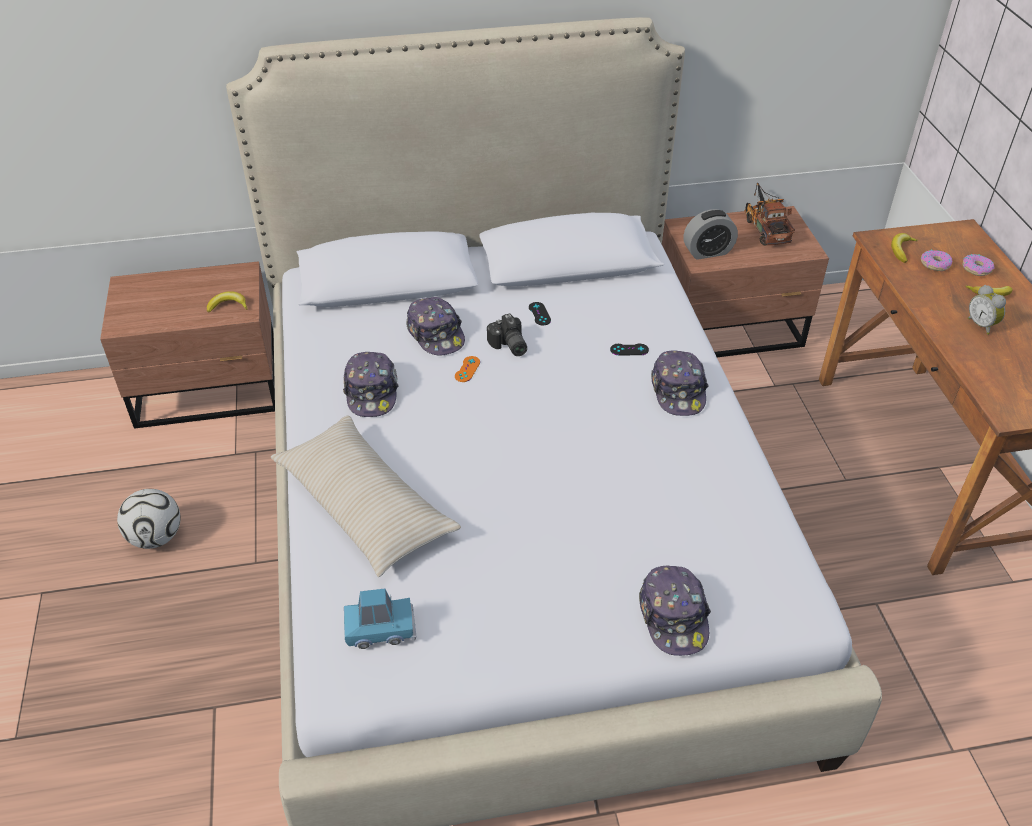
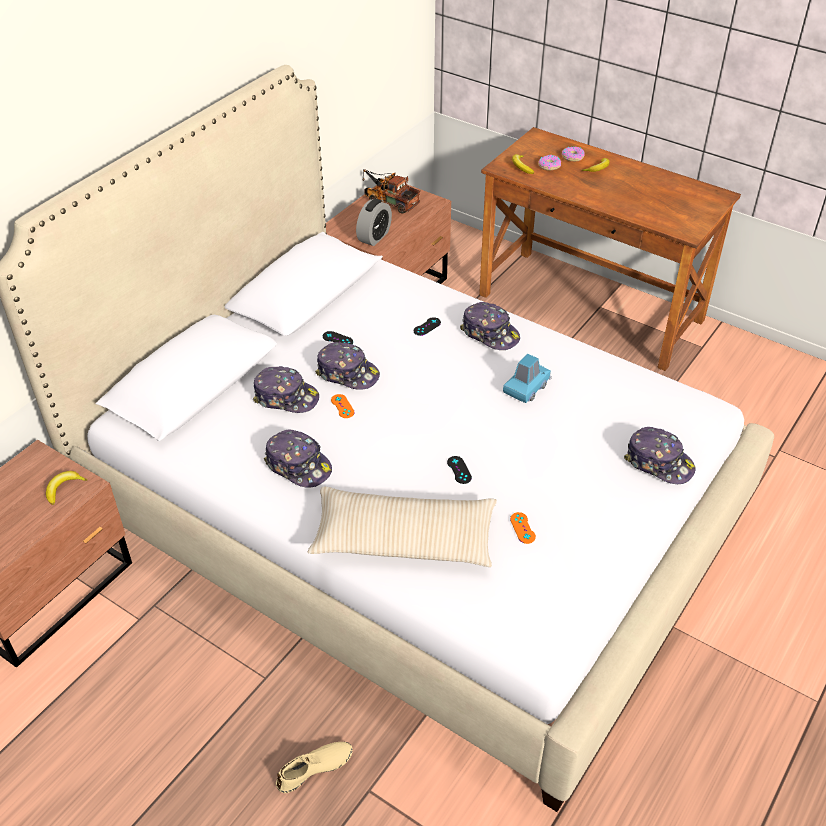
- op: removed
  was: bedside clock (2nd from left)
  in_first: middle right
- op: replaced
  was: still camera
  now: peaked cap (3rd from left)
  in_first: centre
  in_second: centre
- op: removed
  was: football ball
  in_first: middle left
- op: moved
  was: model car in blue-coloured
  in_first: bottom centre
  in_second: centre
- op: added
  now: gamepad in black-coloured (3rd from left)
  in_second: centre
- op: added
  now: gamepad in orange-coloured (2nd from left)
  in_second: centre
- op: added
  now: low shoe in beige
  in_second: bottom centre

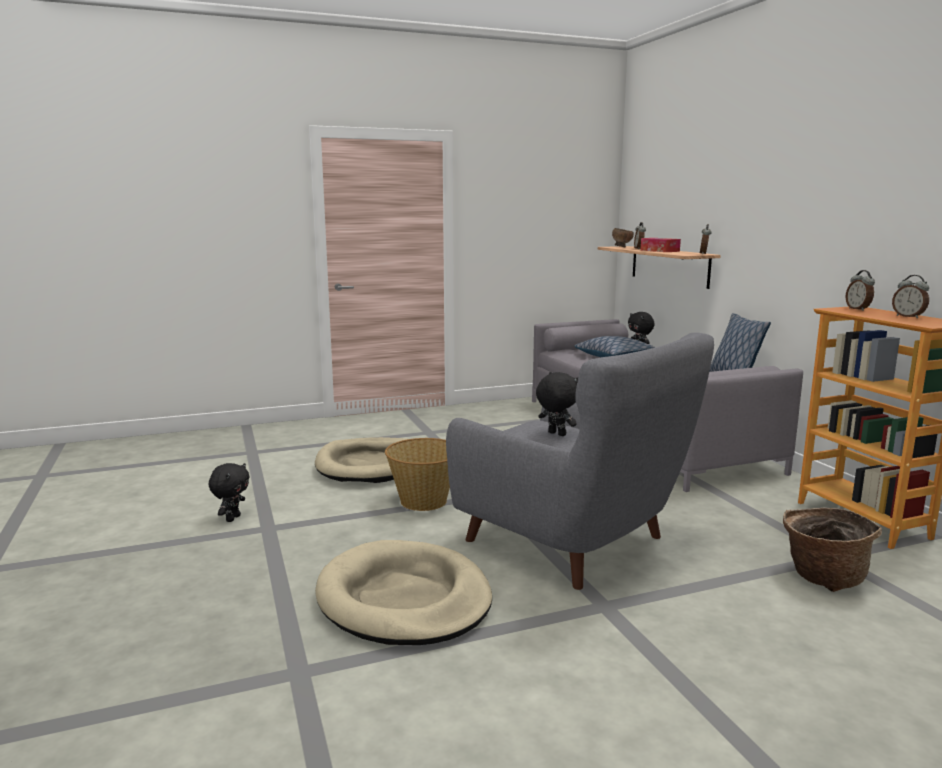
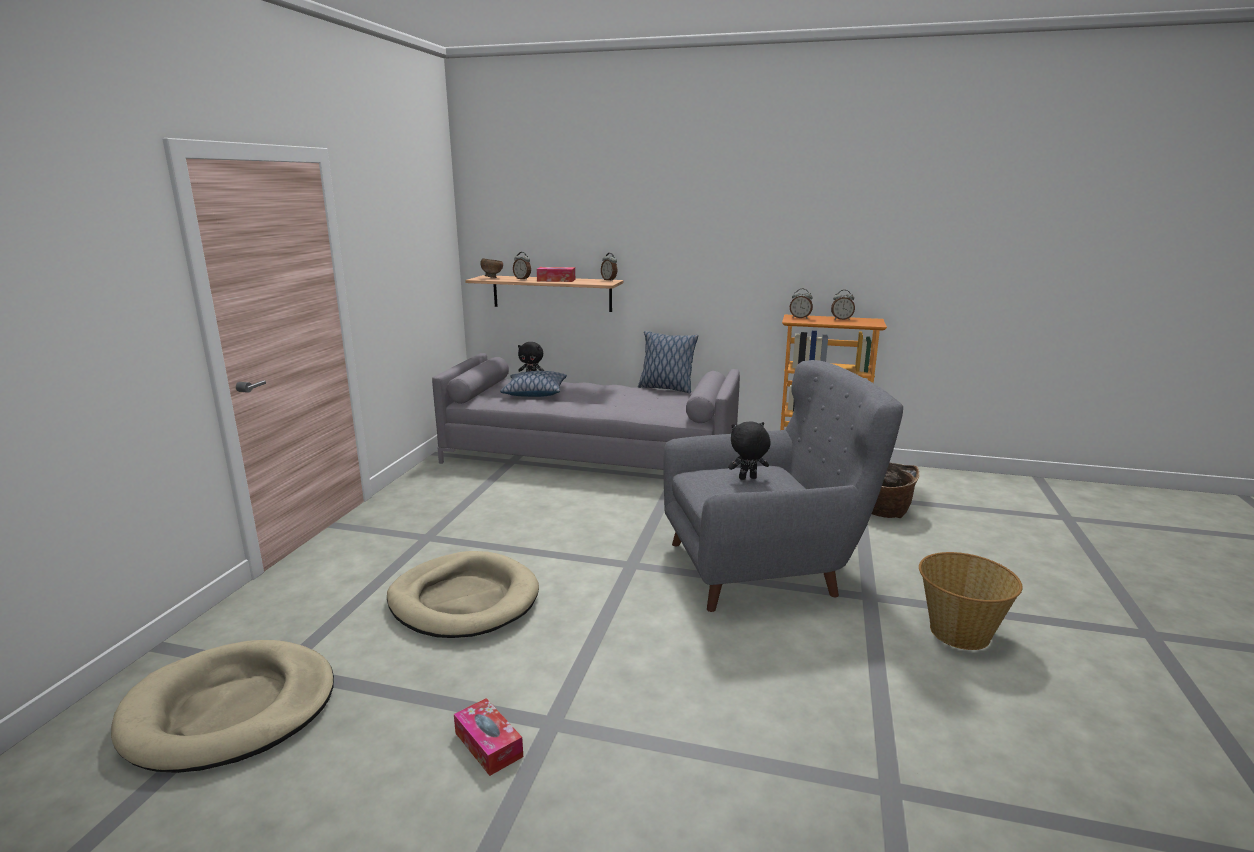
- op: moved
  was: basket (1st from left in the first image)
  now: basket (2nd from left)
  in_first: centre
  in_second: bottom right
- op: replaced
  was: cuddly toy in black-coloured (1st from left)
  now: box of tissues (1st from left)
  in_first: middle left
  in_second: bottom centre
- op: moved
  was: dog bed in beige (2nd from left in the first image)
  now: dog bed in beige (1st from left)
  in_first: bottom centre
  in_second: bottom left

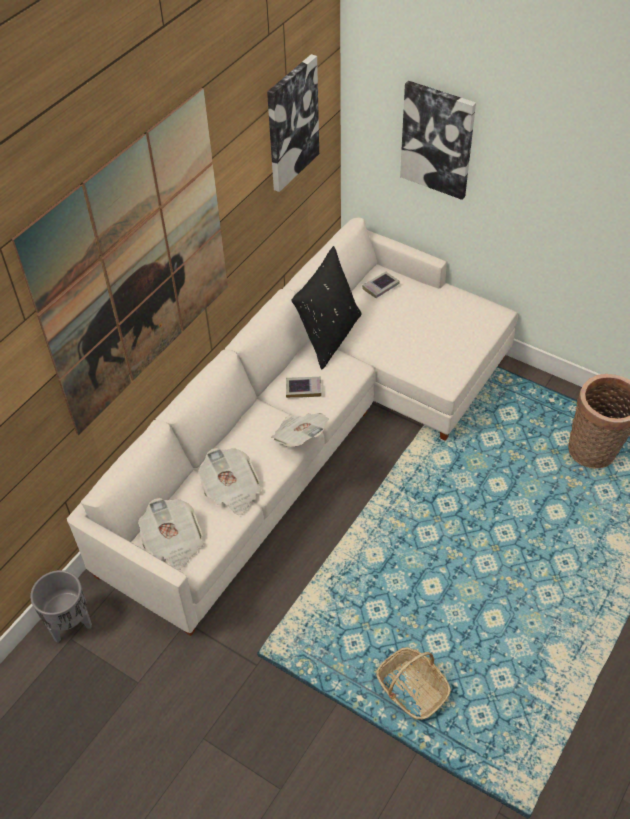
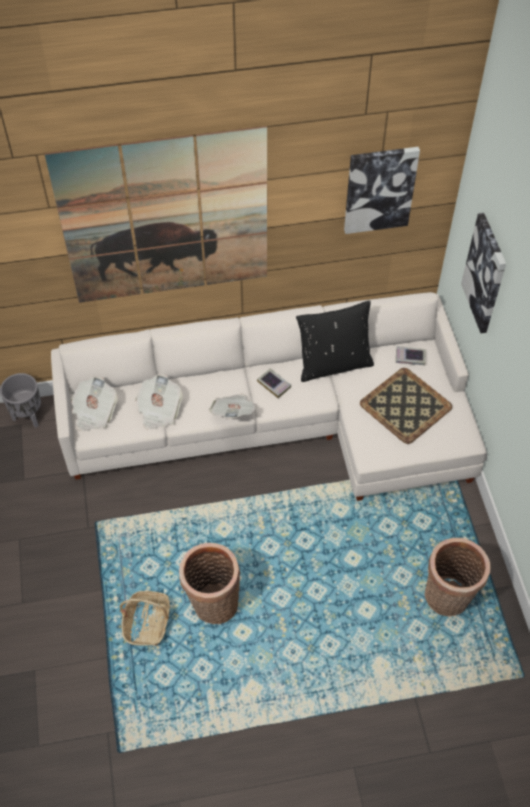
- op: added
  now: carrying tray
  in_second: middle right
- op: added
  now: basket (2nd from left)
  in_second: bottom centre

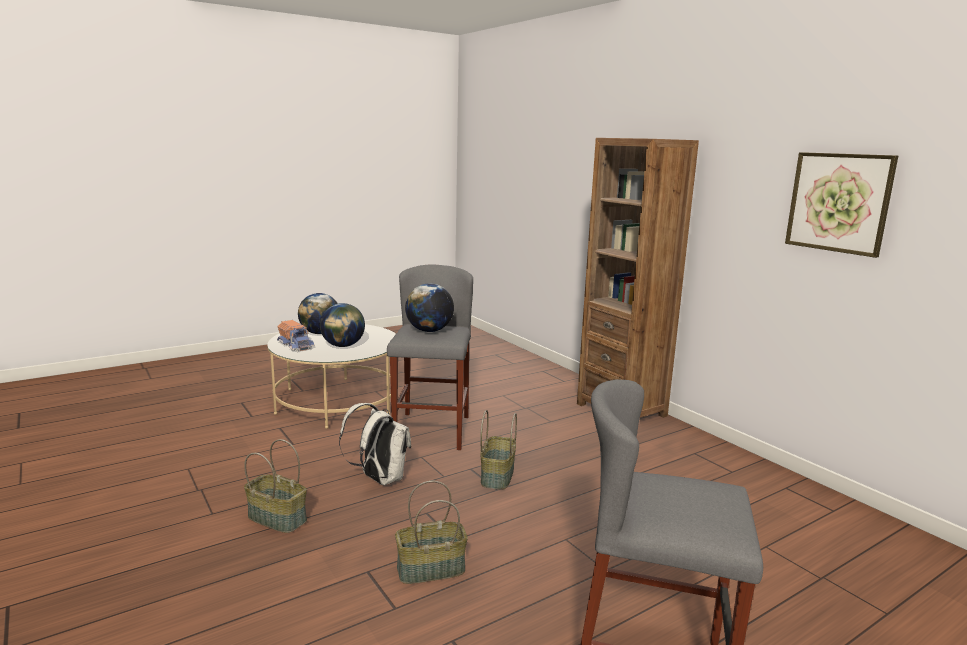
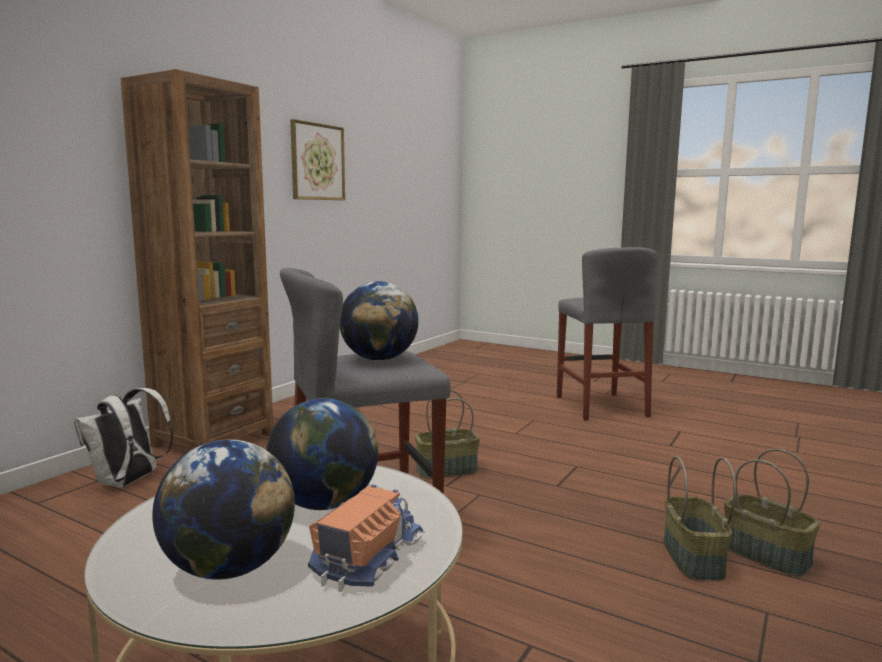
- op: moved
  was: backpack in white-coloured
  in_first: bottom centre
  in_second: middle left
- op: moved
  was: basket (2nd from left in the first image)
  now: basket (3rd from left)
  in_first: bottom centre
  in_second: bottom right

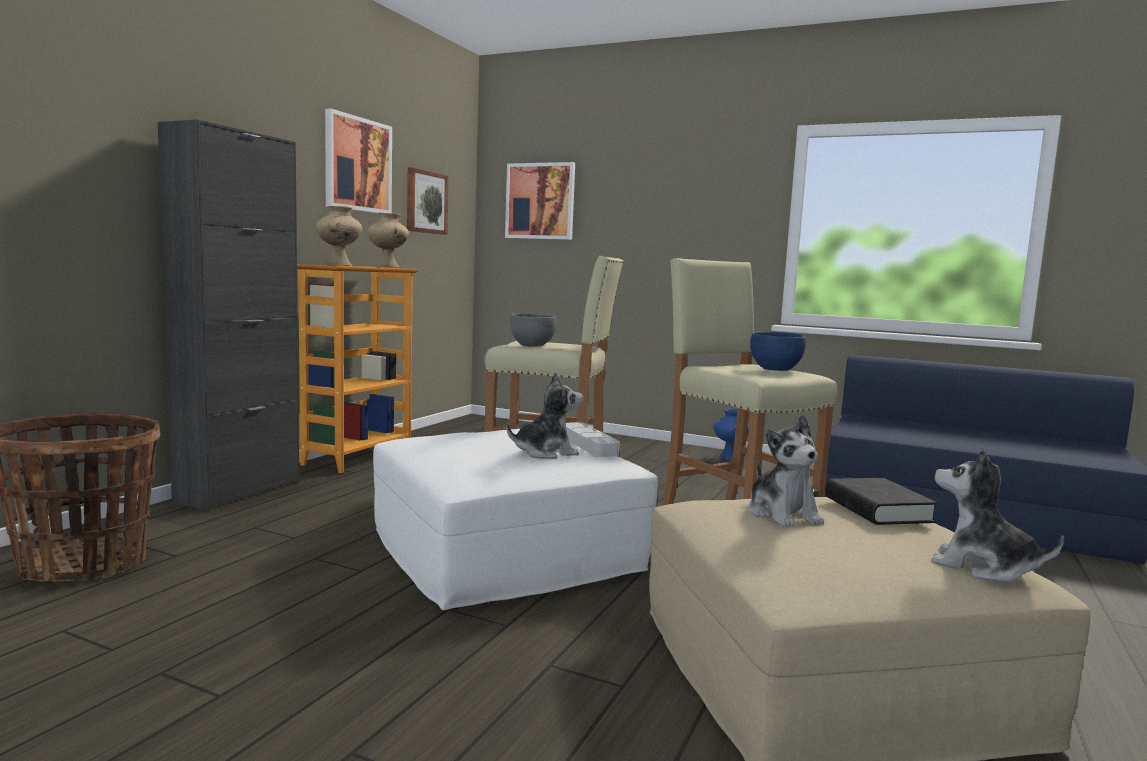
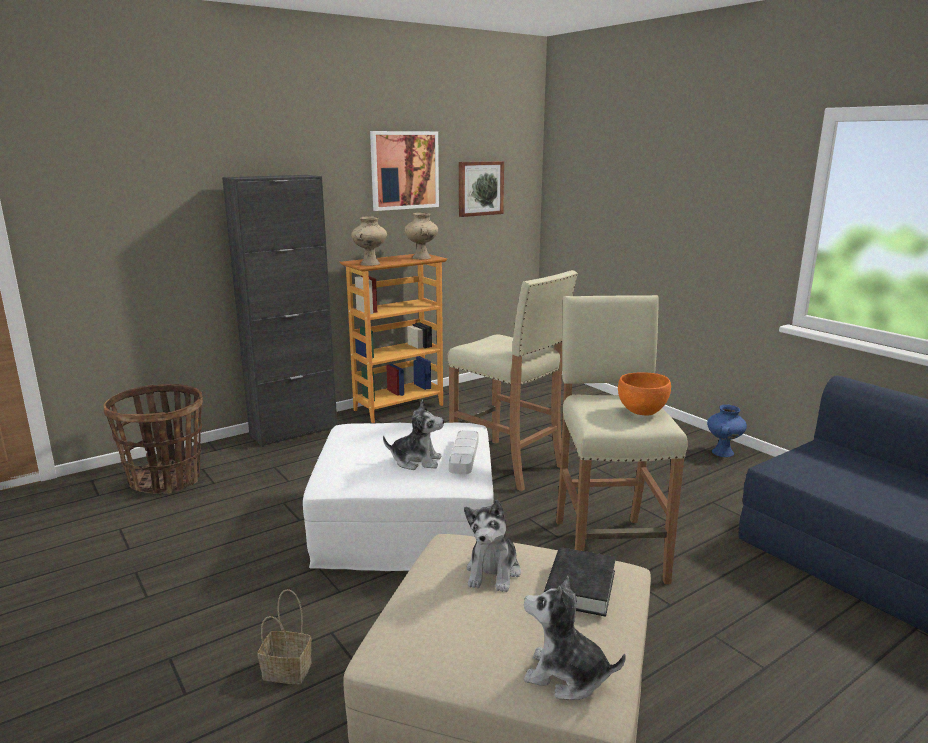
- op: removed
  was: wall art (3rd from left)
  in_first: top centre
- op: removed
  was: serving bowl in greyish
  in_first: centre
- op: recoloured
  was: serving bowl in blue-coloured
  now: serving bowl in orange-coloured
  in_first: middle right
  in_second: middle right
- op: turned
  was: cuddly toy (3rd from left)
  in_first: bottom right
  in_second: bottom centre
  clockwise: -45
- op: added
  now: basket (2nd from left)
  in_second: bottom left

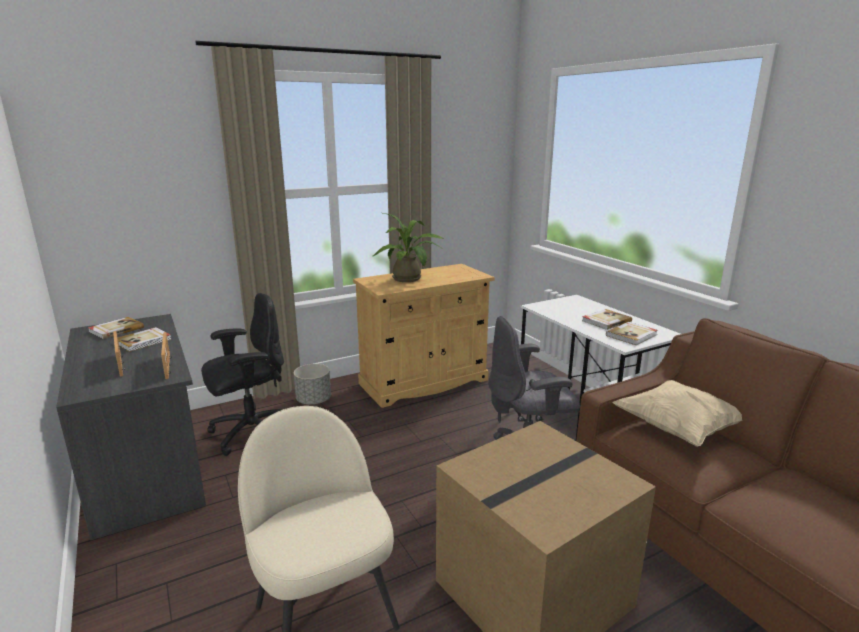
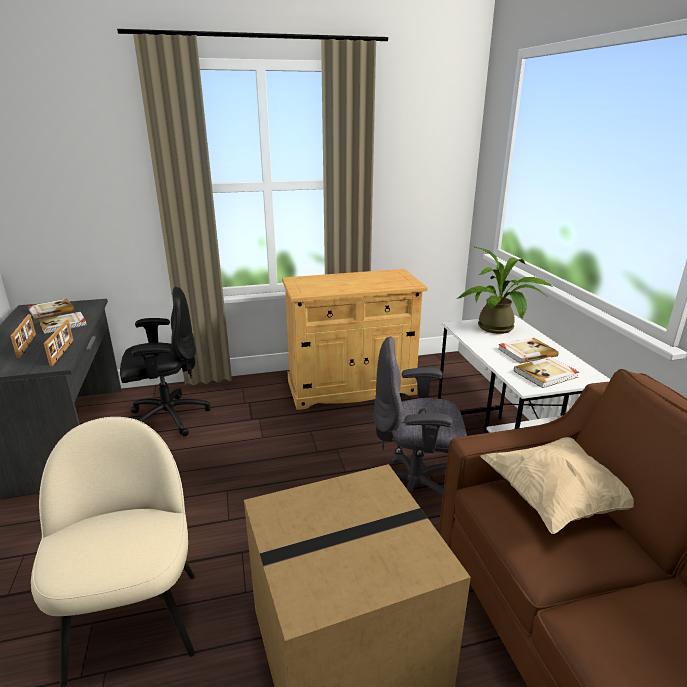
- op: moved
  was: houseplant
  in_first: centre
  in_second: middle right
- op: removed
  was: planter in greyish
  in_first: centre

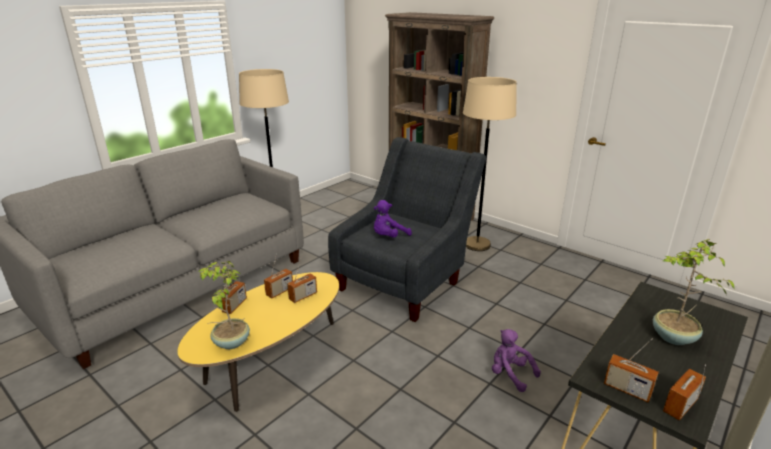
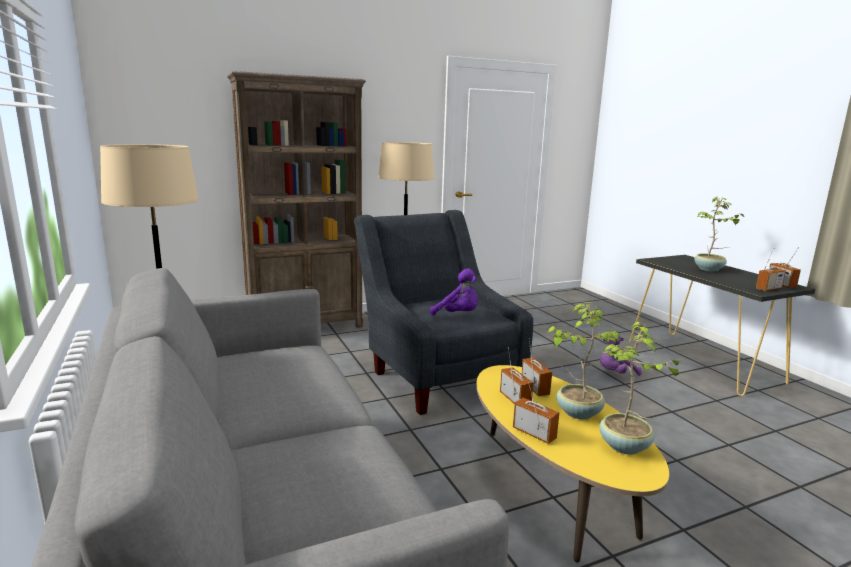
- op: turned
  was: cuddly toy in purplish (1st from left)
  in_first: centre
  in_second: centre
  clockwise: -45
- op: added
  now: houseplant (1st from left)
  in_second: middle right

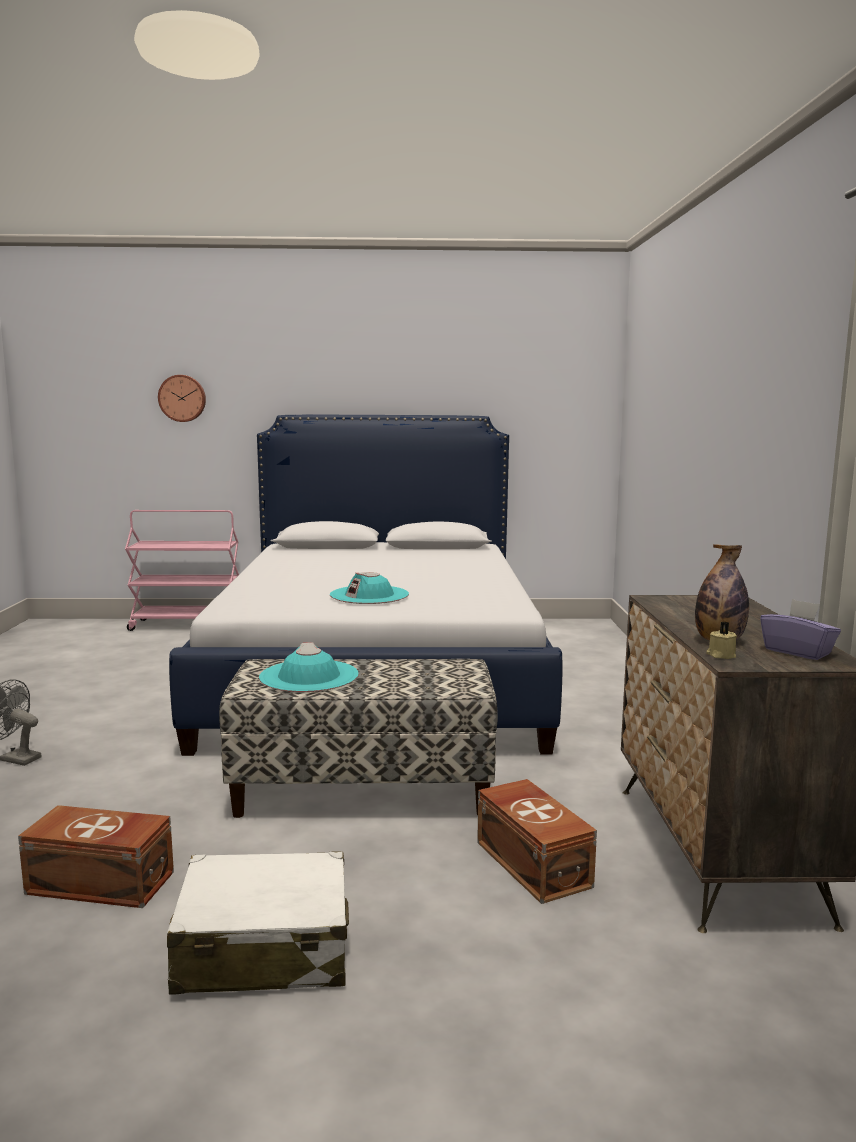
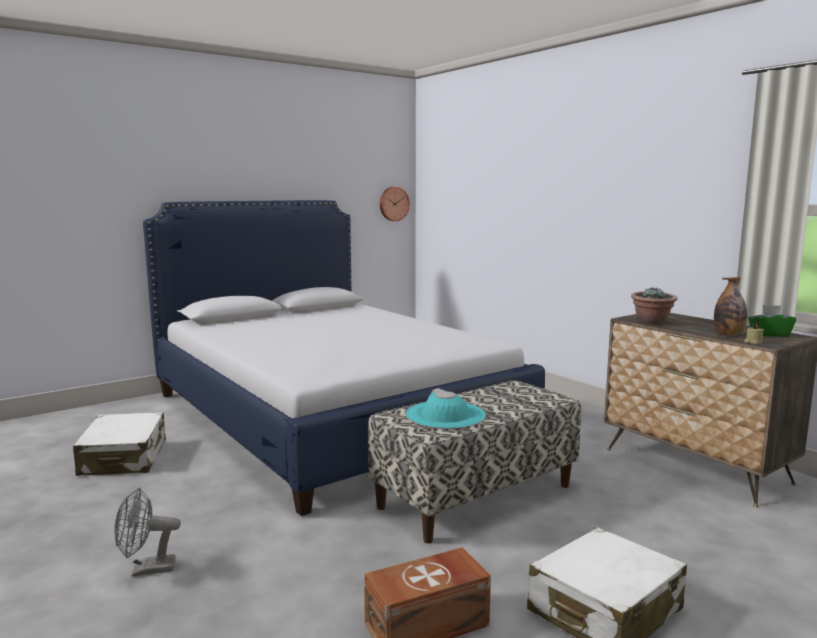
- op: moved
  was: hanging clock
  in_first: middle left
  in_second: top centre
- op: removed
  was: cart in pink
  in_first: middle left
- op: removed
  was: hat in turquoise-coloured (2nd from left)
  in_first: centre
- op: recoloured
  was: box of tissues in purplish
  now: box of tissues in green-coloured
  in_first: middle right
  in_second: middle right
- op: removed
  was: storage box in brown-coloured (2nd from left)
  in_first: bottom centre
- op: added
  now: houseplant
  in_second: middle right
- op: added
  now: suitcase in white-coloured (1st from left)
  in_second: bottom left

